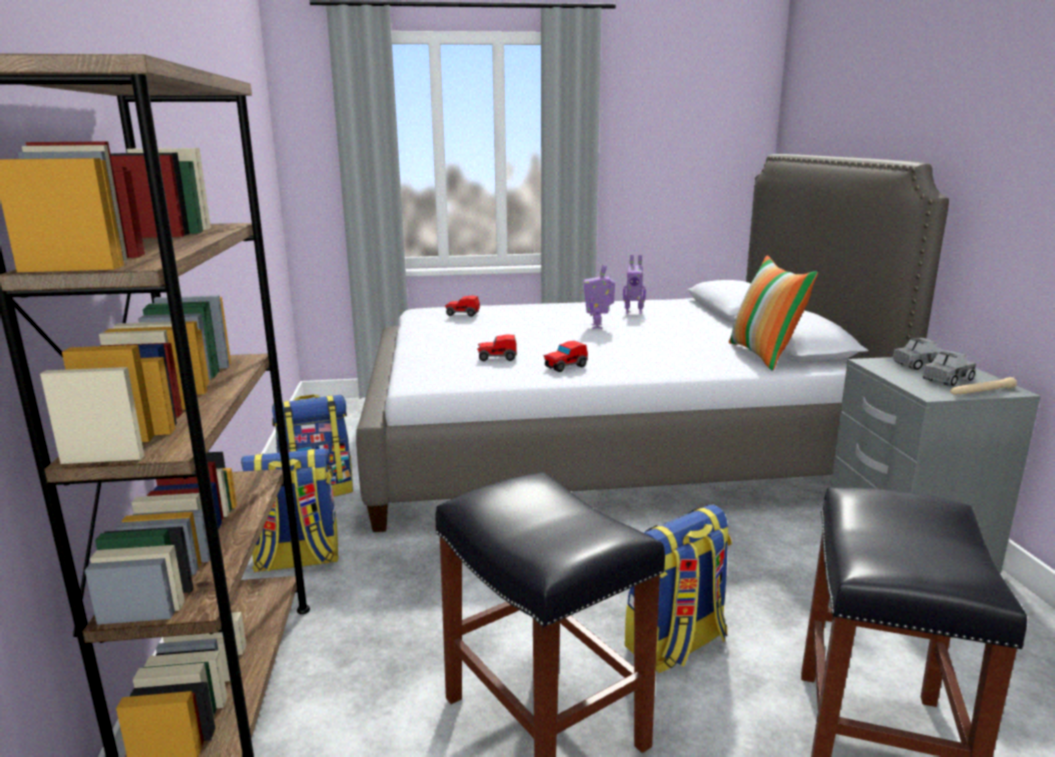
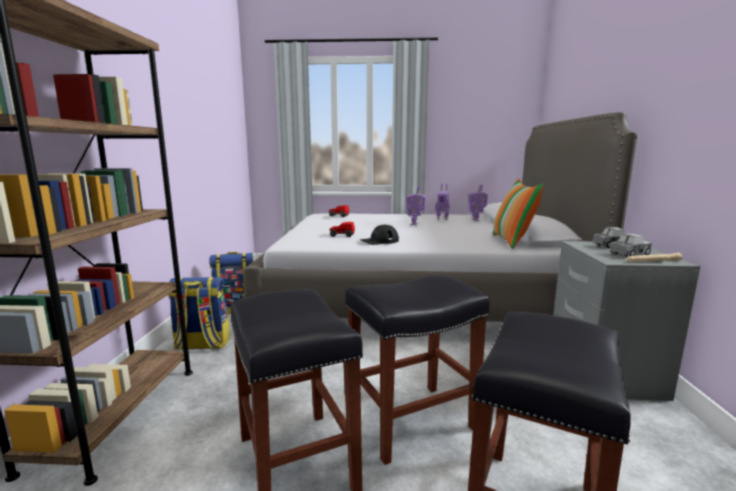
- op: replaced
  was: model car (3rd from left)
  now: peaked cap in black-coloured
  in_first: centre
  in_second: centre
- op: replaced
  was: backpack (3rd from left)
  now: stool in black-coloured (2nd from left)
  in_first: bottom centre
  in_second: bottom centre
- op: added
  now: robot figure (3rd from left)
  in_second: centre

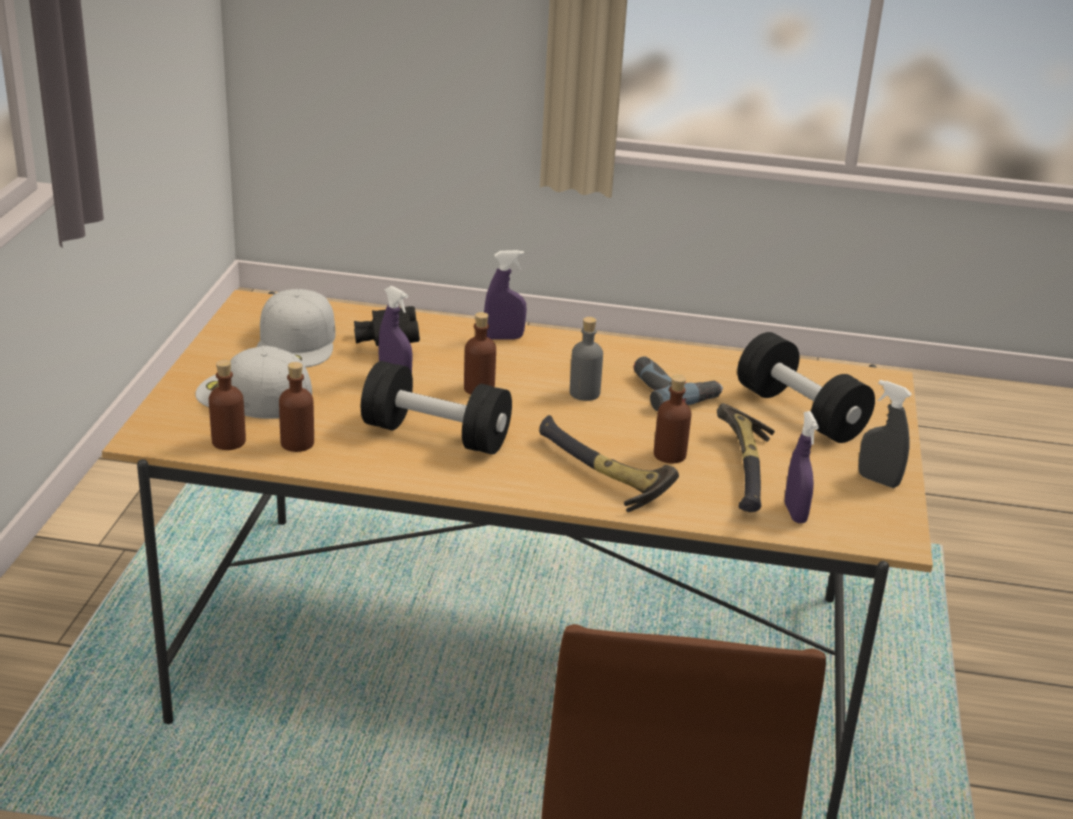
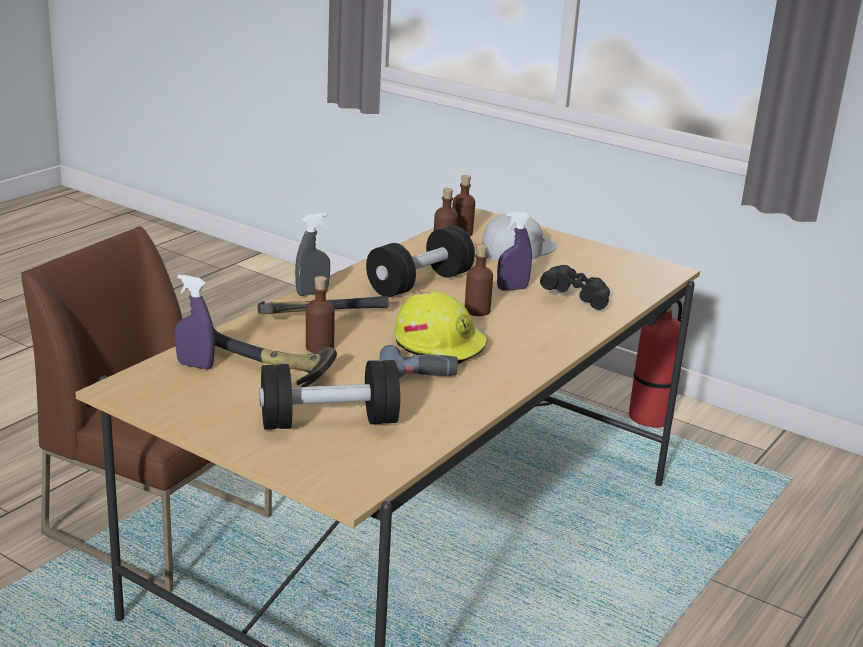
- op: removed
  was: hand sprayer in purplish (2nd from left)
  in_first: centre
- op: removed
  was: peaked cap in white-coloured (2nd from left)
  in_first: middle left
- op: replaced
  was: drink bottle in greyish
  now: hard hat in yellow
  in_first: centre
  in_second: centre
- op: moved
  was: hand sprayer in greyish
  in_first: middle right
  in_second: centre
- op: added
  now: fire extinguisher
  in_second: middle right

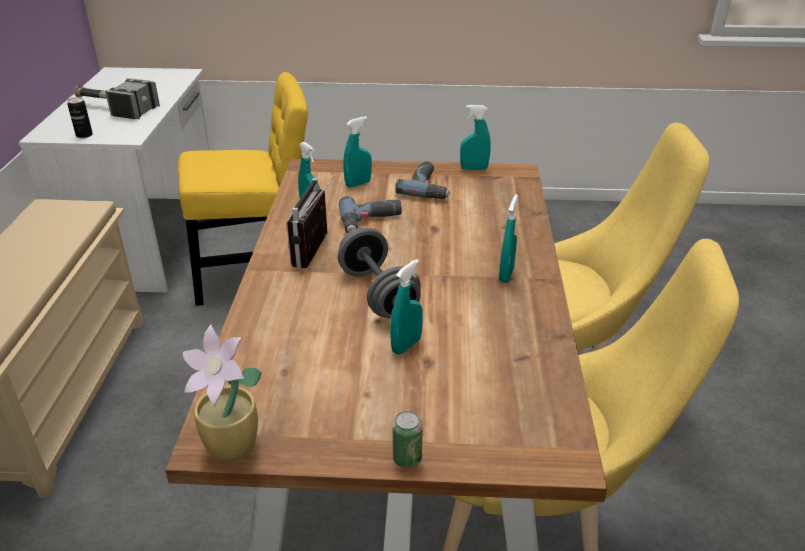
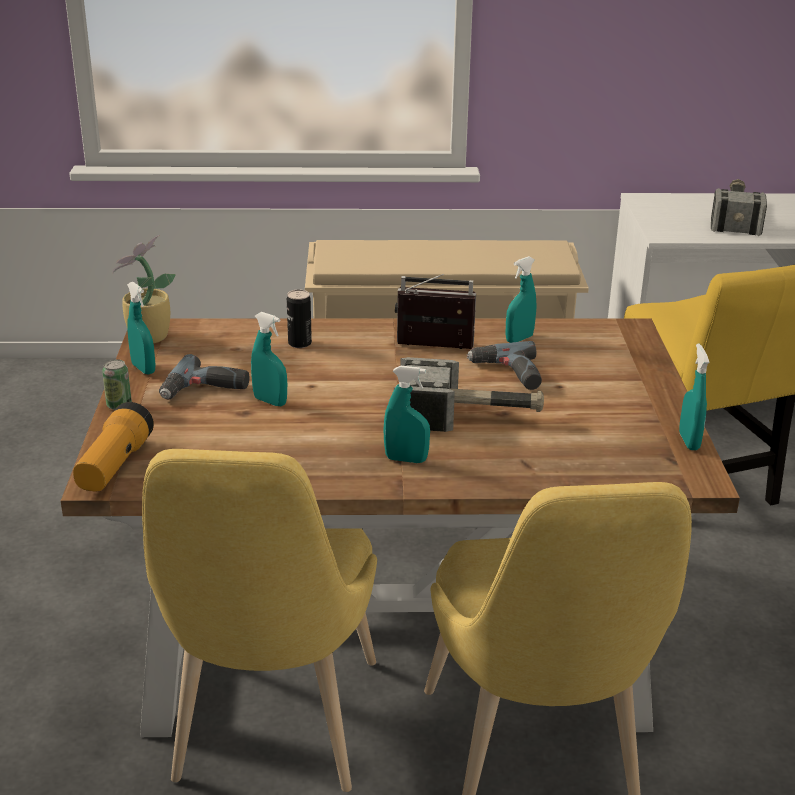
- op: moved
  was: can (1st from left in the first image)
  now: can (2nd from left)
  in_first: top left
  in_second: centre
- op: moved
  was: hand sprayer in turquoise-coloured (2nd from left in the first image)
  now: hand sprayer in turquoise-coloured (1st from left)
  in_first: top centre
  in_second: middle left
- op: moved
  was: electric drill (2nd from left in the first image)
  now: electric drill (1st from left)
  in_first: top centre
  in_second: middle left
- op: removed
  was: dumbbell in greyish
  in_first: centre
- op: added
  now: hand hammer (1st from left)
  in_second: centre
- op: added
  now: torch
  in_second: middle left

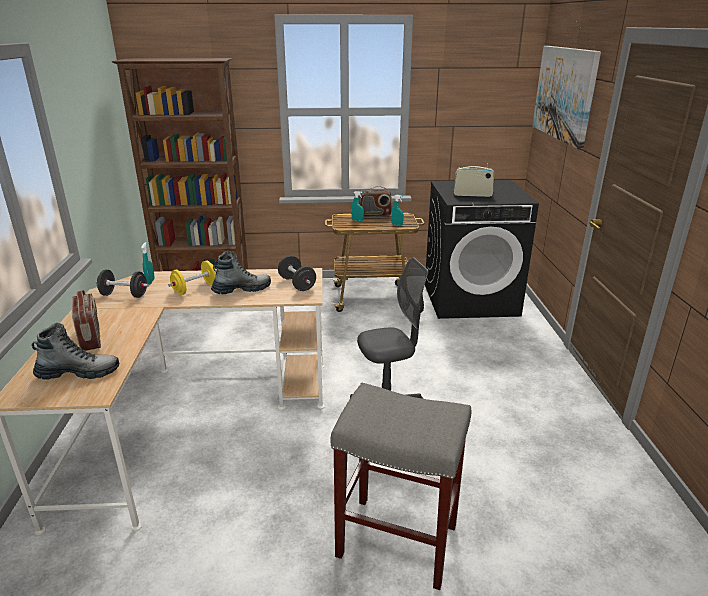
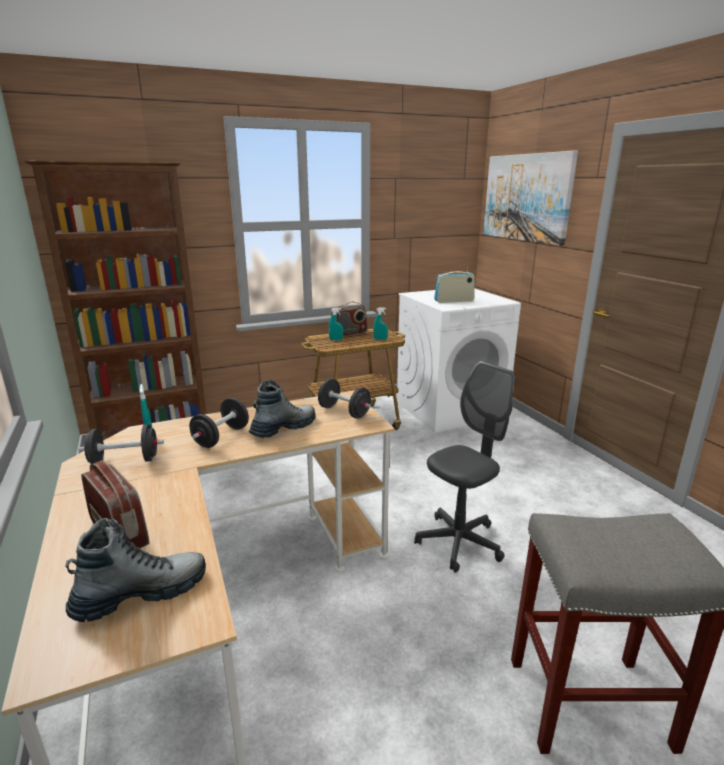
- op: recoloured
  was: laundry appliance in black-coloured
  now: laundry appliance in white-coloured
  in_first: middle right
  in_second: centre
- op: recoloured
  was: dumbbell in yellow
  now: dumbbell in black-coloured (2nd from left)
  in_first: middle left
  in_second: middle left

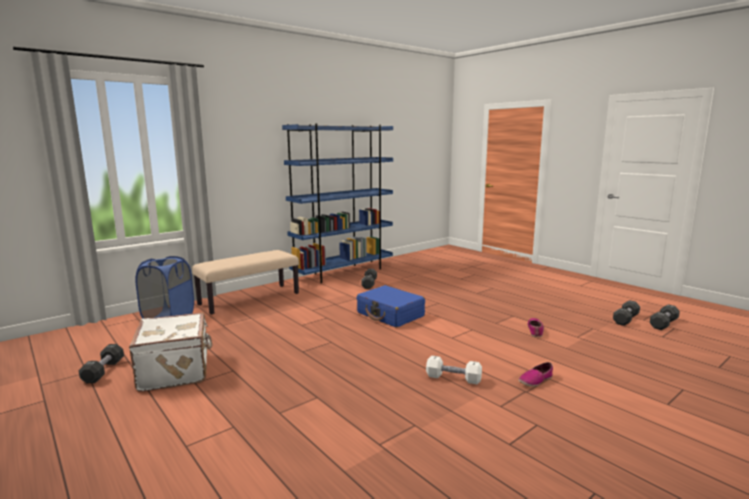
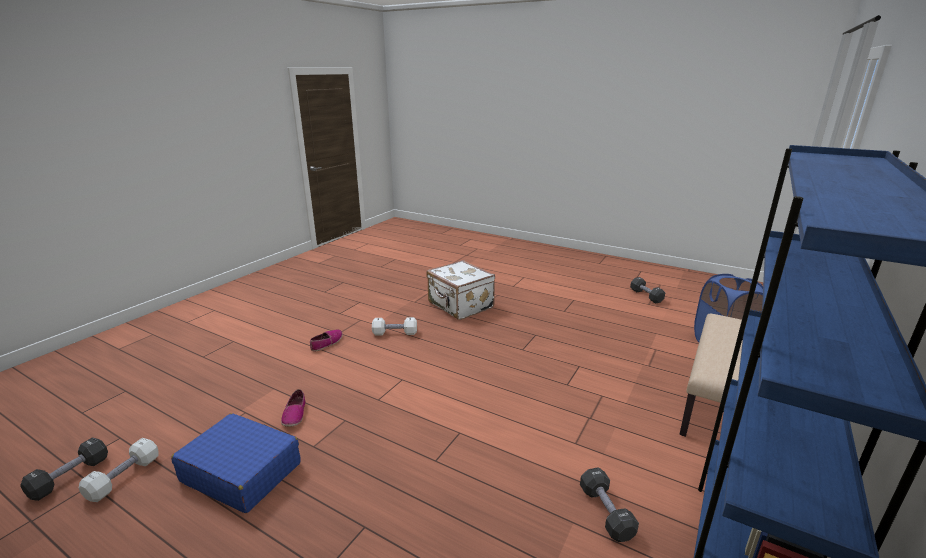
- op: moved
  was: suitcase in blue-coloured
  in_first: centre
  in_second: bottom left
- op: recoloured
  was: dumbbell in black-coloured (3rd from left)
  now: dumbbell in white-coloured (1st from left)
  in_first: middle right
  in_second: bottom left
- op: moved
  was: suitcase in white-coloured
  in_first: bottom left
  in_second: centre

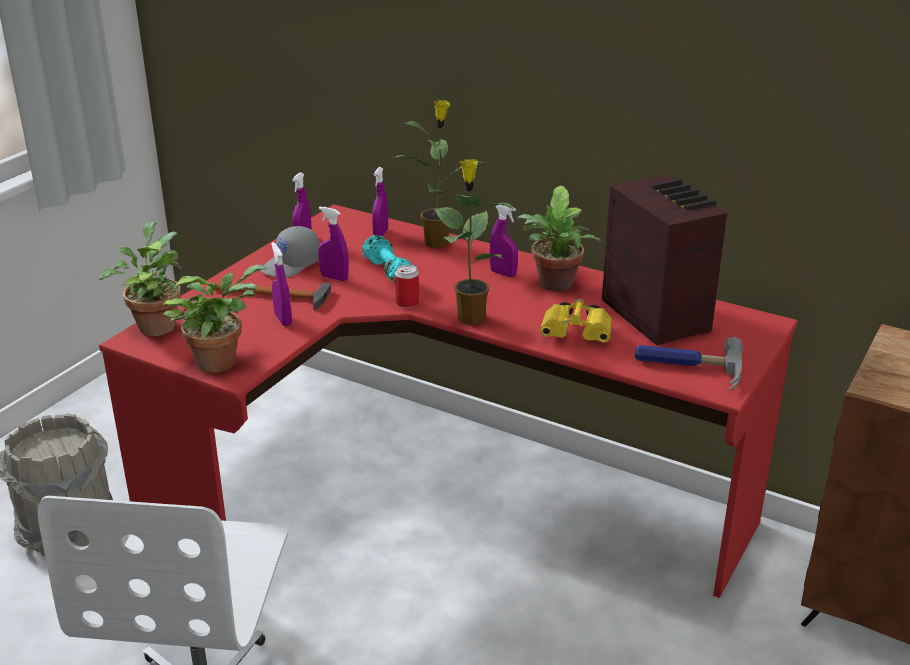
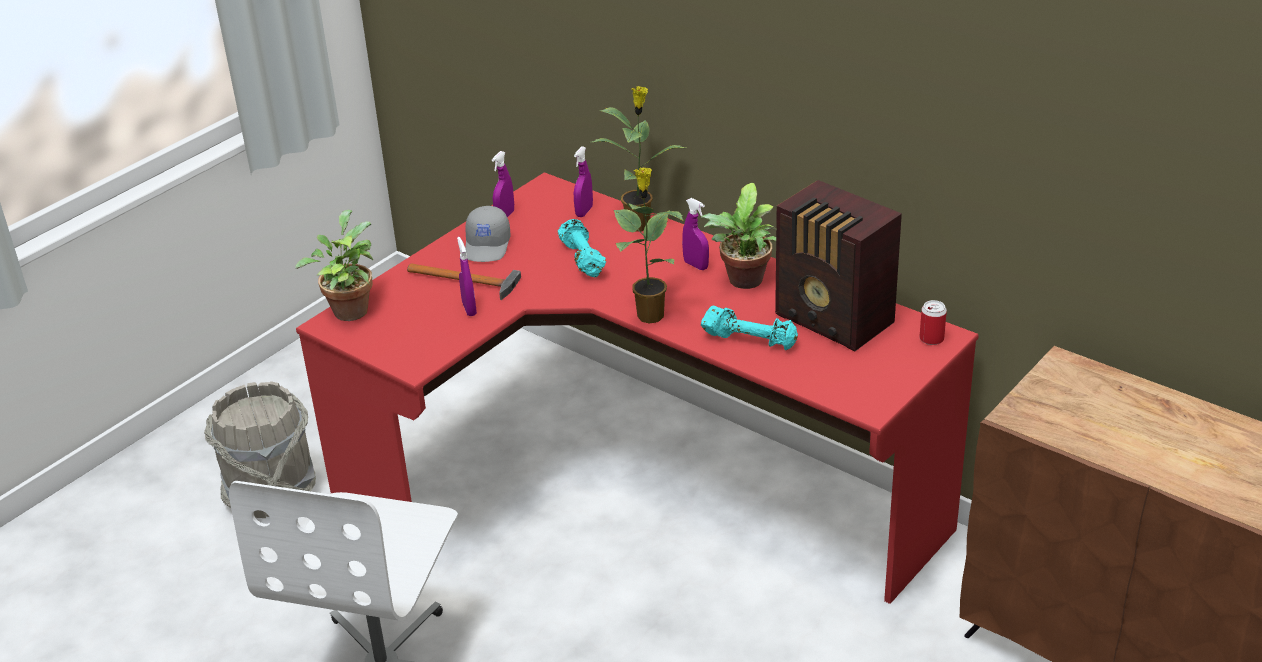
- op: turned
  was: radio set
  in_first: middle right
  in_second: centre
  clockwise: 150
- op: removed
  was: hand sprayer in purplish (3rd from left)
  in_first: centre
- op: turned
  was: peaked cap in greyish
  in_first: middle left
  in_second: centre
  clockwise: -45
- op: removed
  was: houseplant (2nd from left)
  in_first: middle left
- op: moved
  was: can
  in_first: centre
  in_second: middle right
- op: replaced
  was: binoculars in yellow
  now: dumbbell in turquoise-coloured (2nd from left)
  in_first: centre
  in_second: centre
- op: removed
  was: hand hammer (2nd from left)
  in_first: middle right

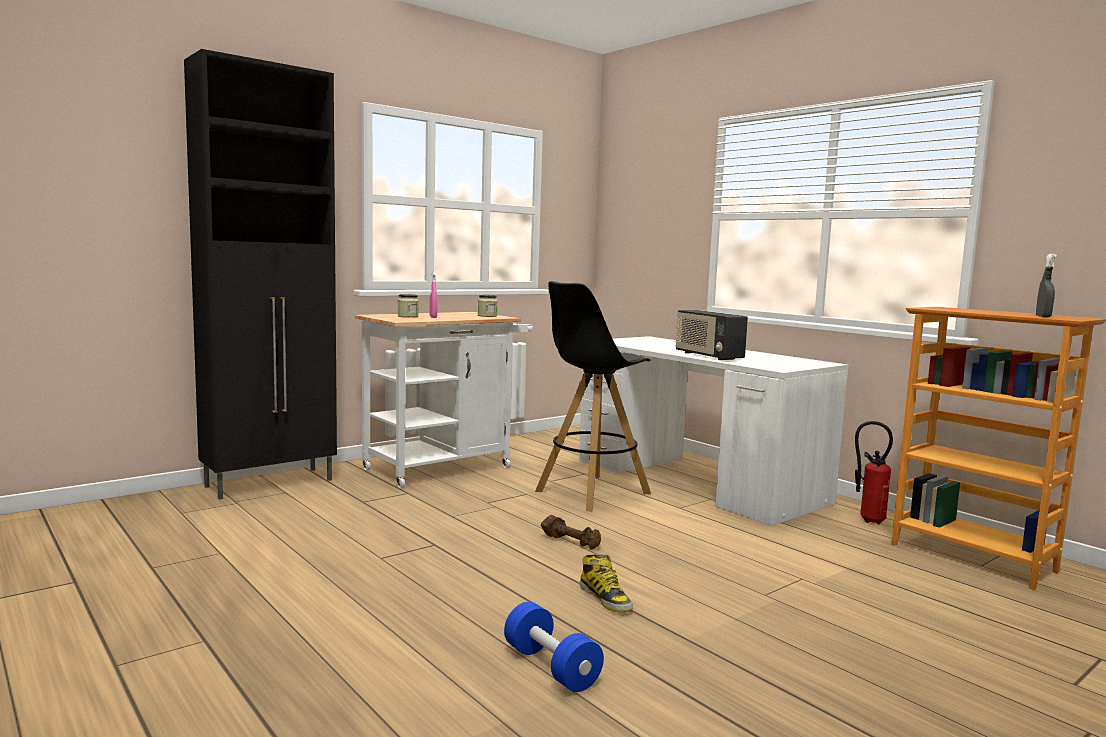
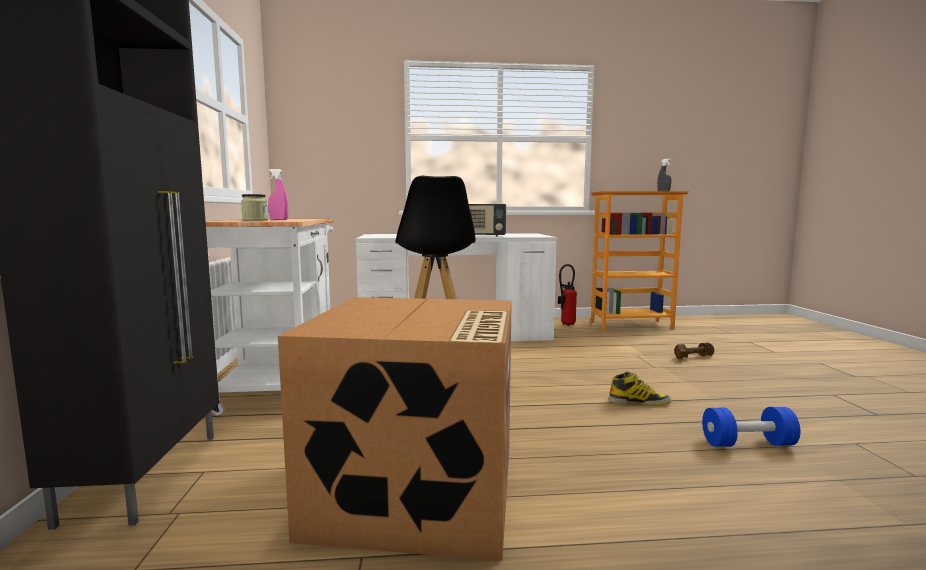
- op: removed
  was: jar (2nd from left)
  in_first: centre
- op: moved
  was: dumbbell in brown-coloured
  in_first: bottom centre
  in_second: middle right
- op: added
  now: packing box
  in_second: bottom centre

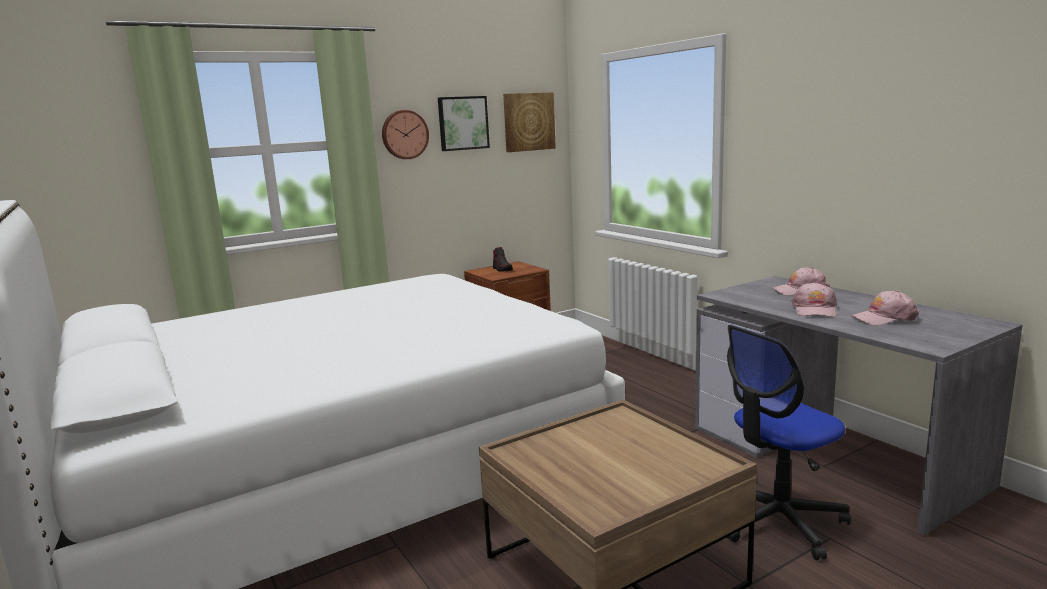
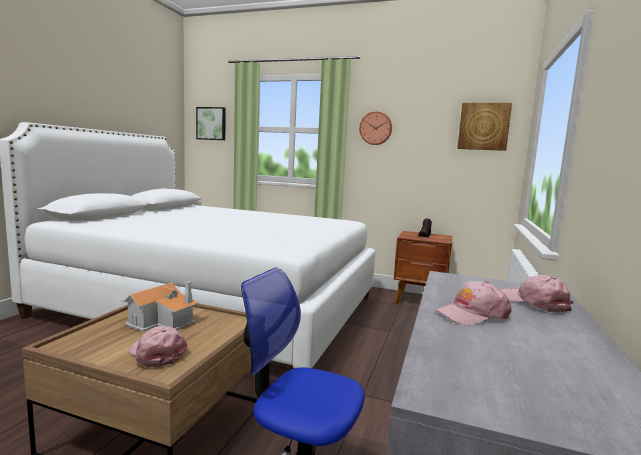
- op: moved
  was: wall art (1st from left)
  in_first: top centre
  in_second: top left
- op: moved
  was: peaked cap in pink (3rd from left in the first image)
  now: peaked cap in pink (1st from left)
  in_first: middle right
  in_second: bottom left
- op: added
  now: miniature house
  in_second: bottom left

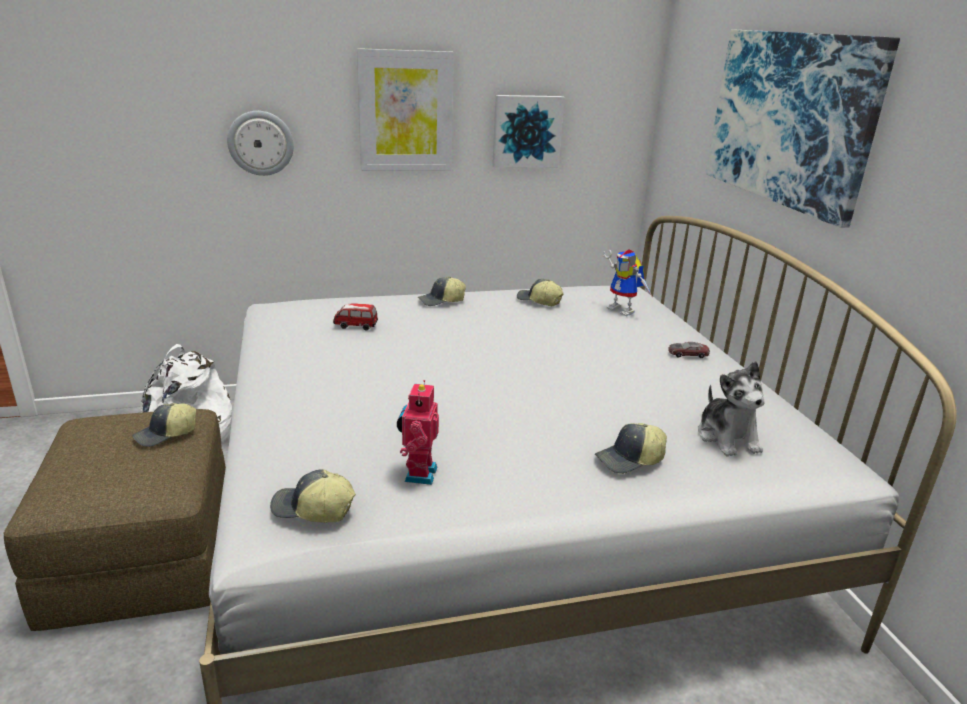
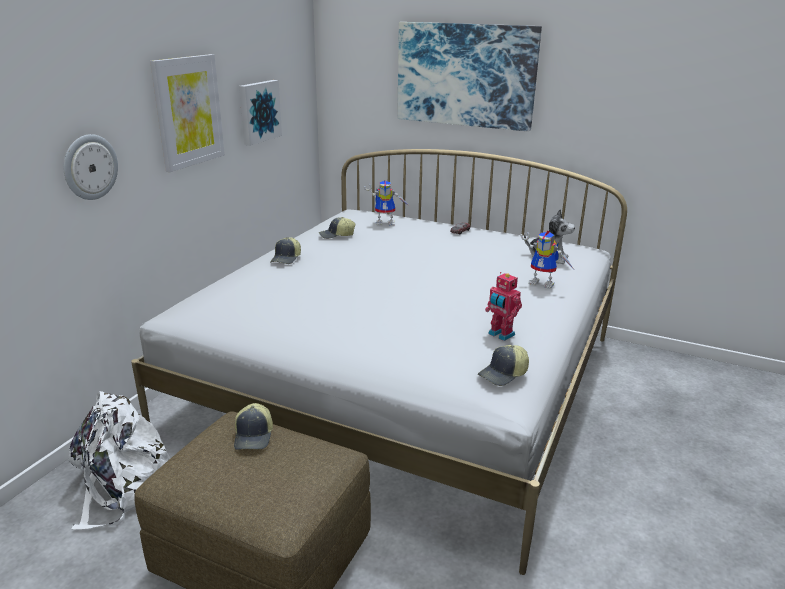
- op: removed
  was: model car (1st from left)
  in_first: centre
- op: replaced
  was: peaked cap (5th from left)
  now: robot figure (3rd from left)
  in_first: centre
  in_second: middle right

